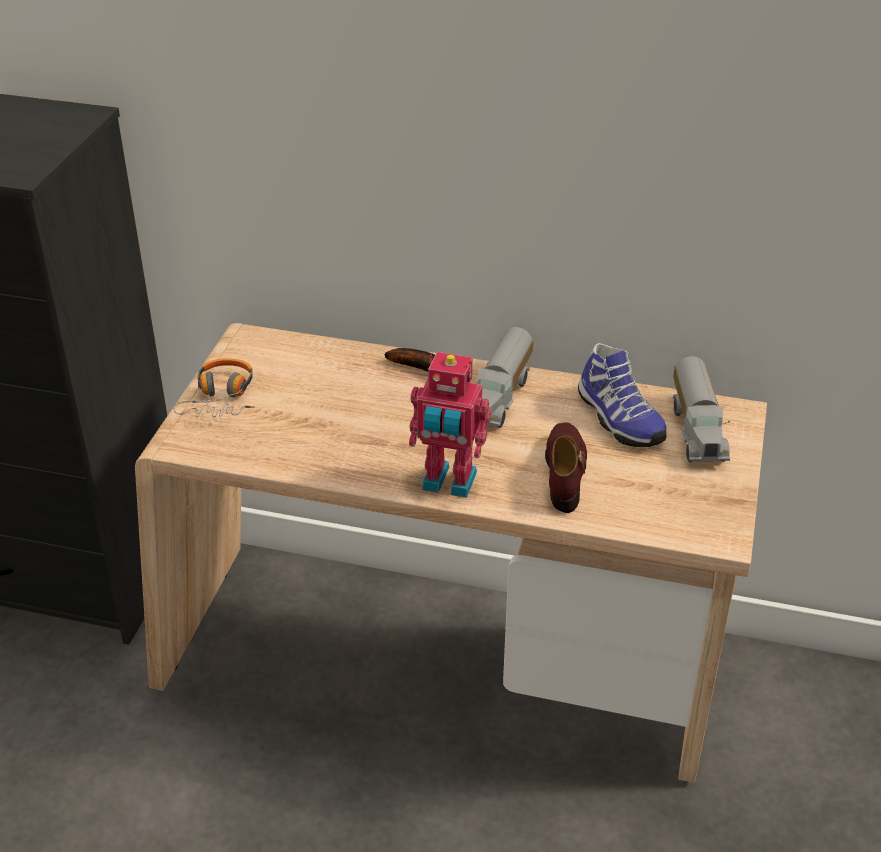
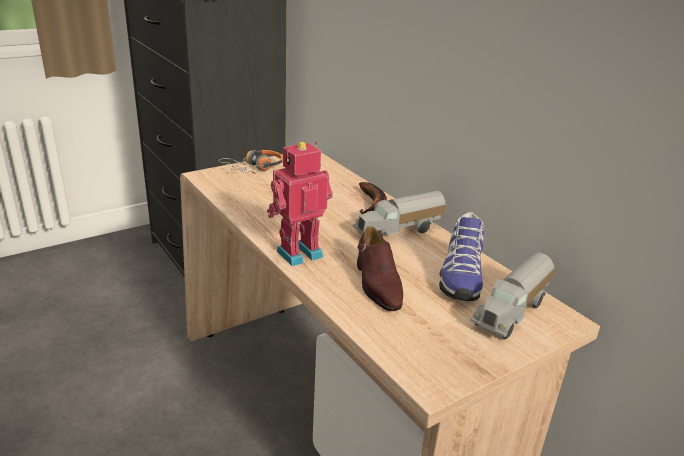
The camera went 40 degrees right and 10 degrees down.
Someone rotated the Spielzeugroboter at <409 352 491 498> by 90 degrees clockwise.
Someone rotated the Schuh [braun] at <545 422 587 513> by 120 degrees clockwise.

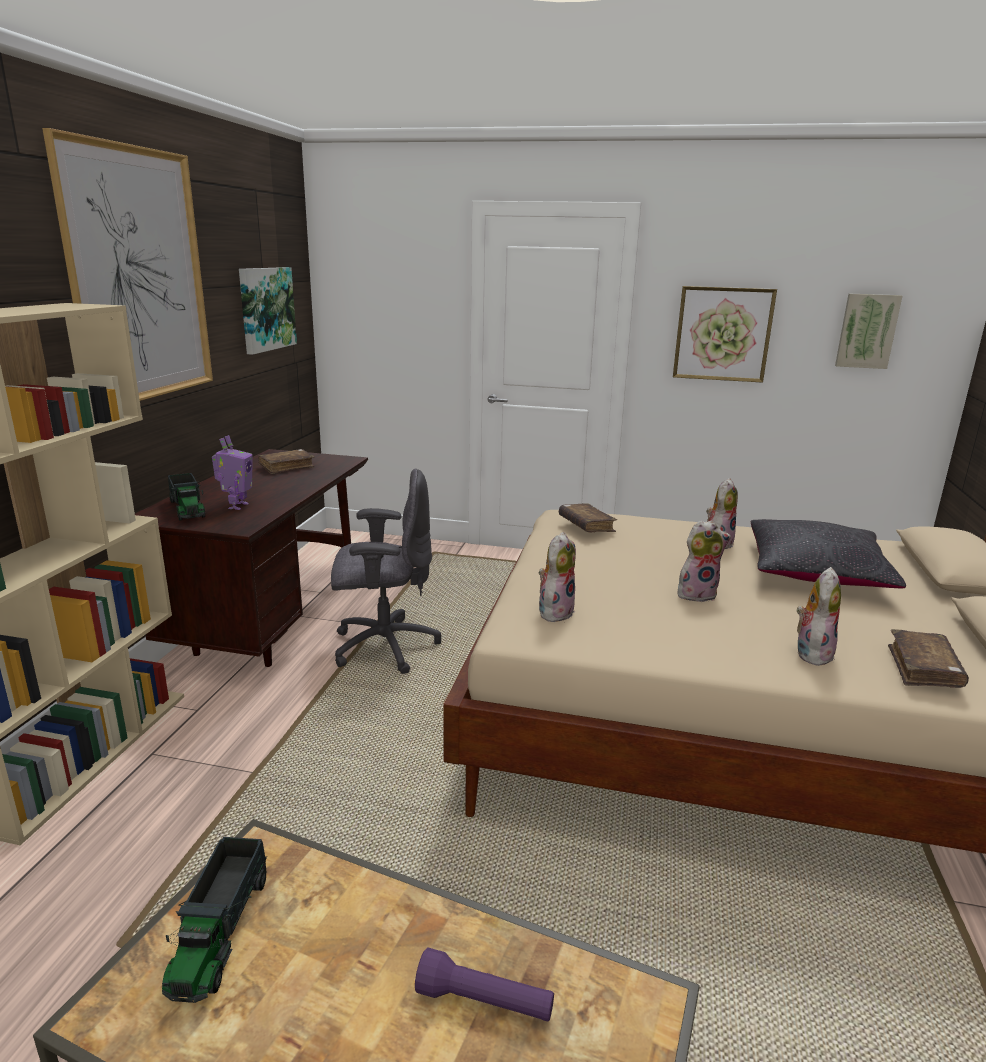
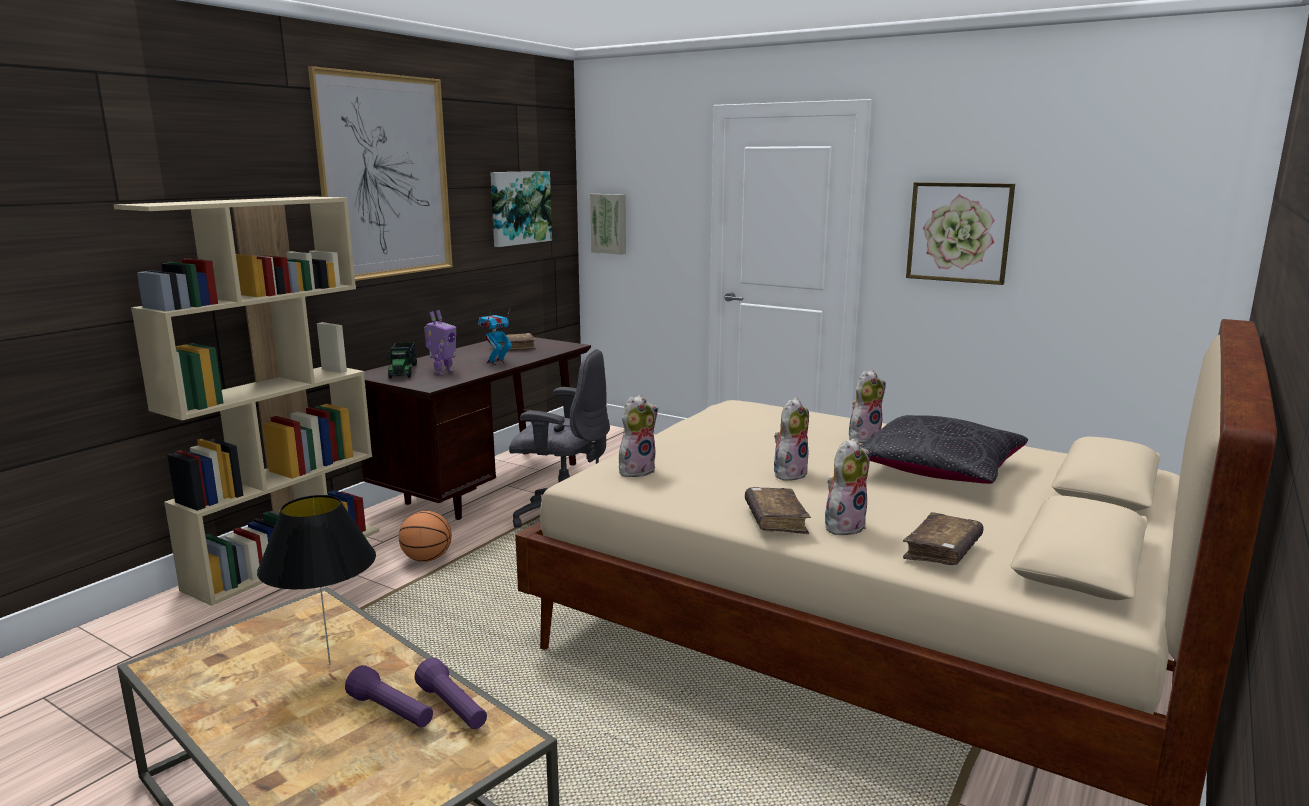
The camera went 20 degrees right and 5 degrees down.
Someone took away the Spielzeuglaster at <162 837 267 1003>.
Someone carried the Buch [braun] from <559 503 617 532> to <745 487 811 534>.
Someone rotated the Plüschtier at <678 520 731 602> by 60 degrees counterclockwise.
Someone carried the Bild from <835 293 902 369> to <590 194 626 255>.
Someone put down the Tischlampe [schwarz] at <257 495 376 665>.
Someone put down the Basketball at <399 511 452 562>.
Someone put down the Taschenlampe [lila] at <414 658 487 729>.
Someone put down the Spielzeugroboter at <478 309 512 365>.

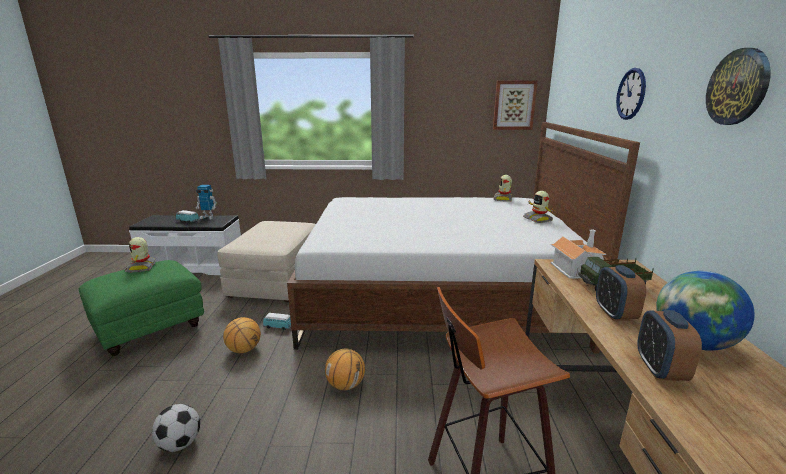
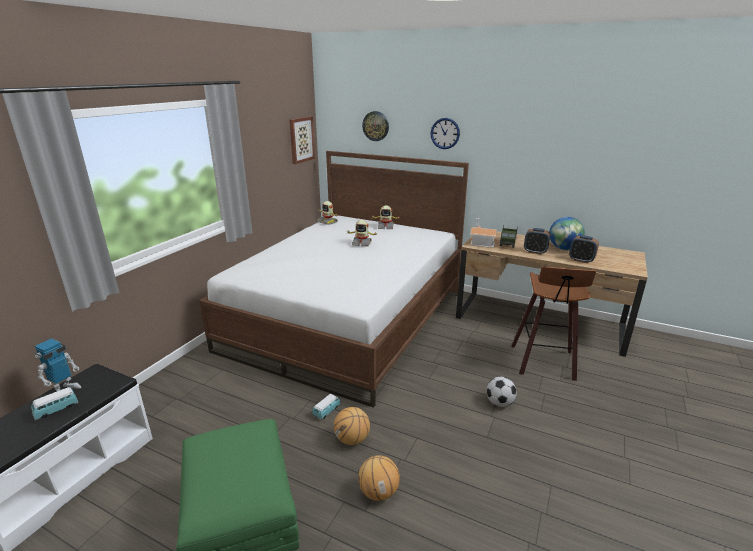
The camera went 65 degrees left and 5 degrees up.
Someone carried the Spielzeugroboter from <125 237 156 273> to <347 220 377 247>.
Someone carried the Fußball from <152 404 200 452> to <486 376 517 407>.
Someone took away the Polsterhocker [beige] at <218 221 316 302>.
Someone carried the Basketball from <325 349 365 390> to <358 455 400 501>.
Someone carried the Wanduhr from <706 48 771 125> to <362 111 389 141>.

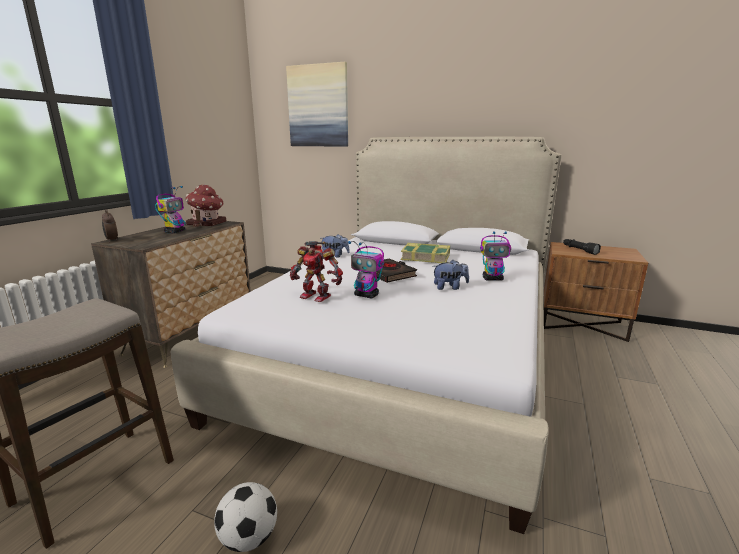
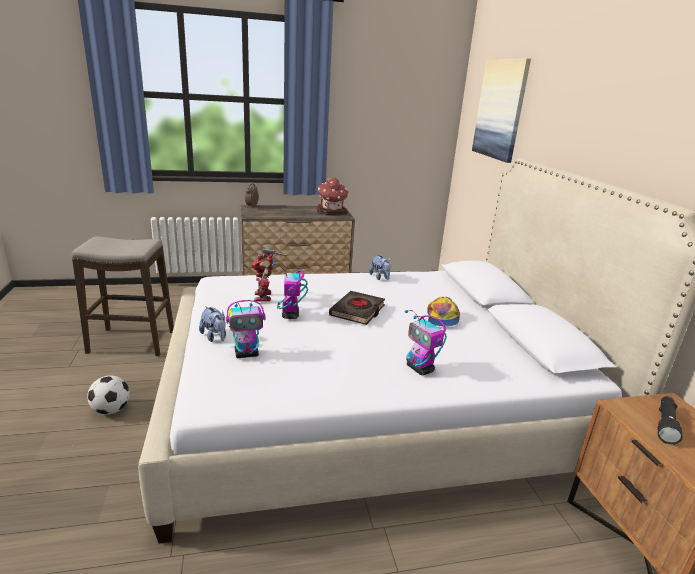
The camera went 55 degrees right and 5 degrees up.
Someone carried the Spielzeugroboter from <155 186 186 233> to <226 300 266 358>.
Someone swapped the Buch at <401 243 450 263> for the Kappe at <427 297 460 326>.
Someone carried the Plüschtier from <433 260 469 290> to <199 306 226 342>.

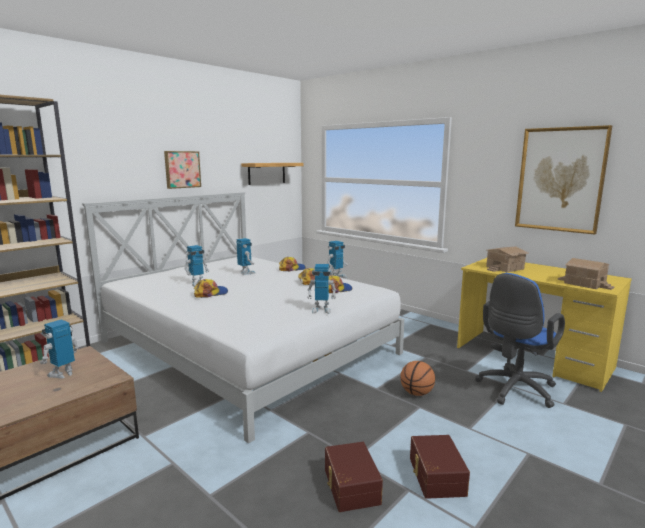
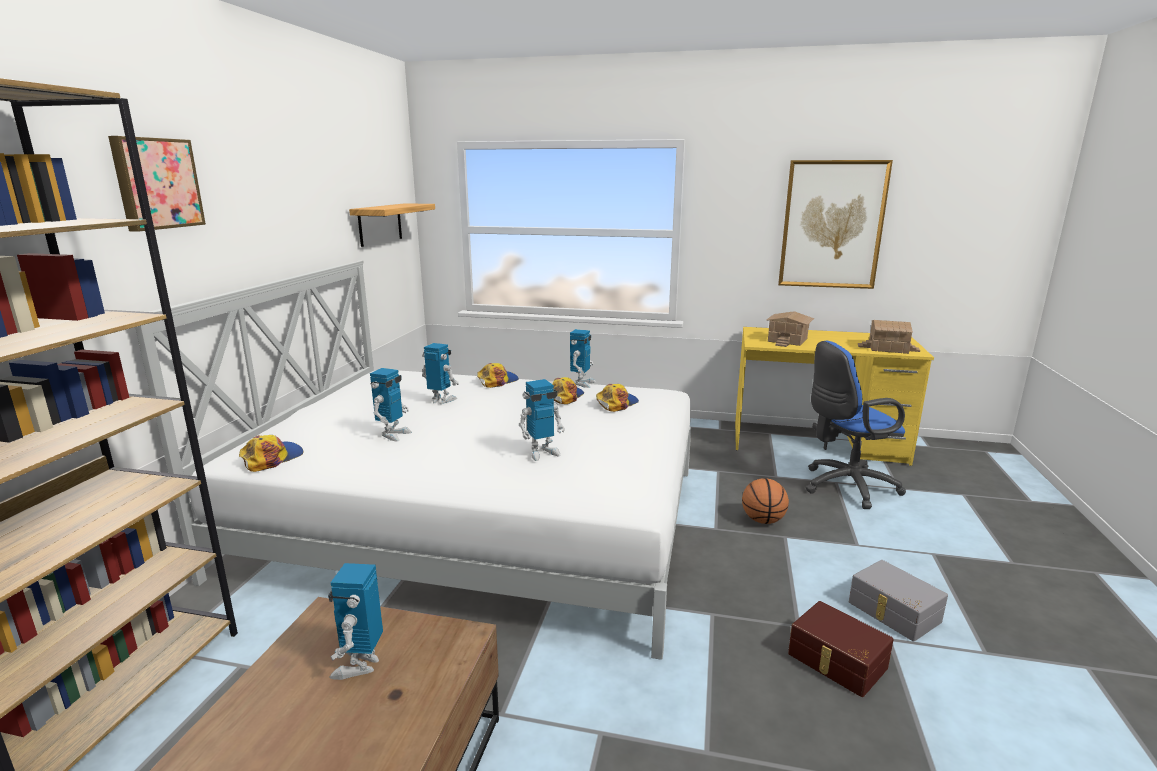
The camera went 30 degrees left and 5 degrees up.
Someone carried the Bild from <164 151 201 189> to <108 136 206 232>.
Someone carried the Kappe from <194 279 228 298> to <239 435 304 472>.
Someone carried the Spielzeugroboter from <307 264 336 314> to <519 379 565 461>.
Someone repainted the Aufbewahrungsbox [braun] at <410 435 470 499>, which became the Aufbewahrungsbox [grau] at <849 560 948 641>.
Someone rotated the Bürostuhl [blau] at <475 273 565 408> by 60 degrees clockwise.

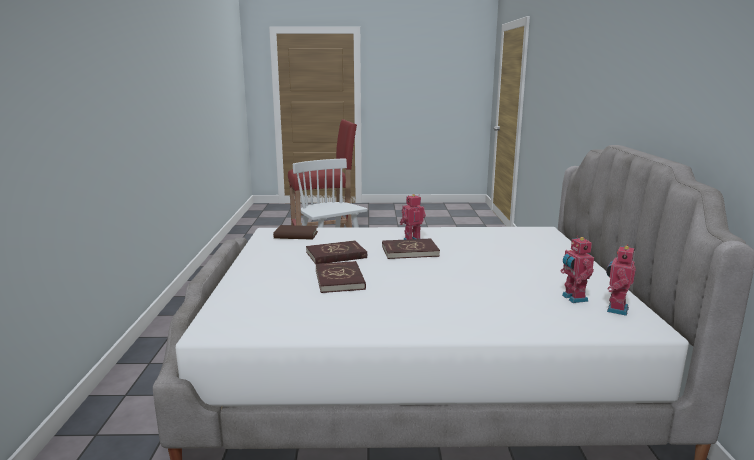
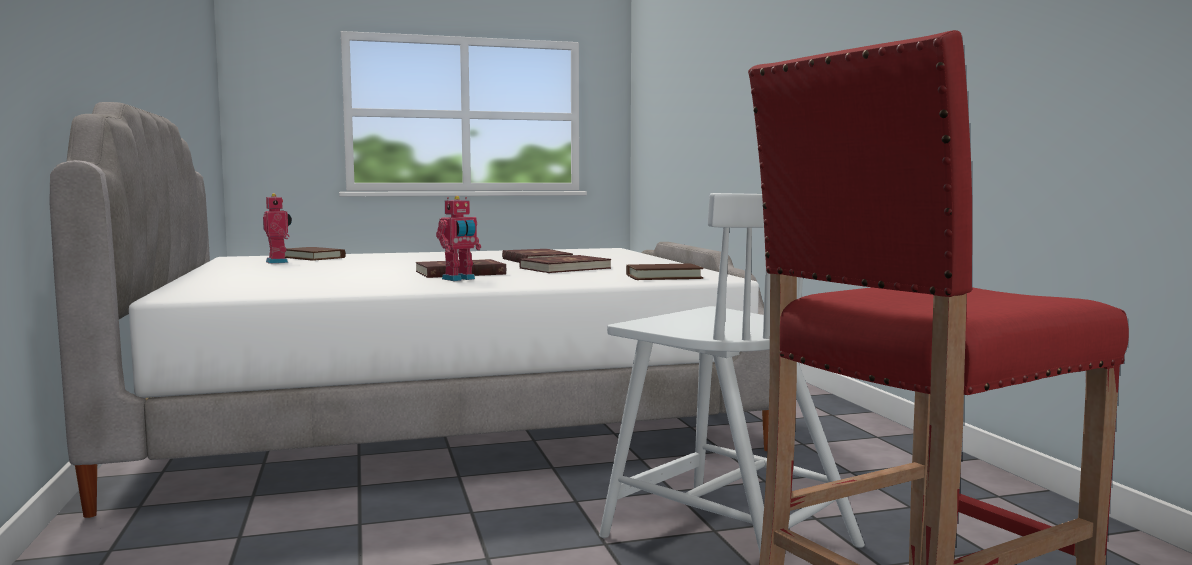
The camera went 165 degrees right and 10 degrees down.
Someone took away the Spielzeugroboter at <606 244 636 316>.
Someone put down the Buch [braun] at <285 247 346 261>.

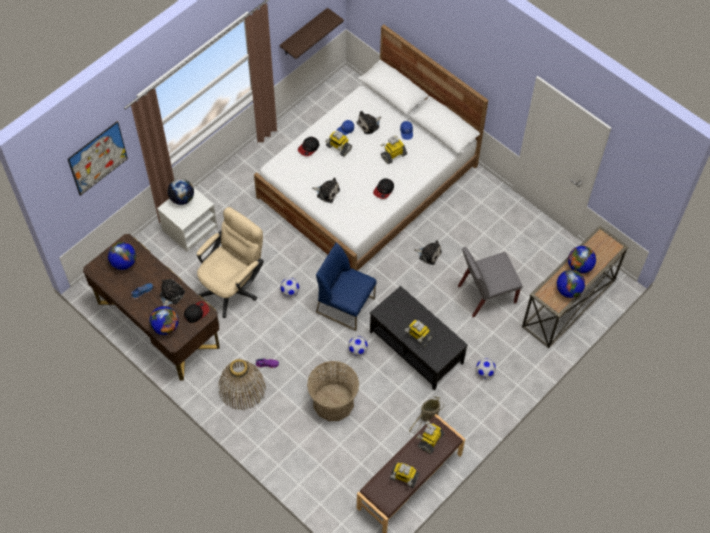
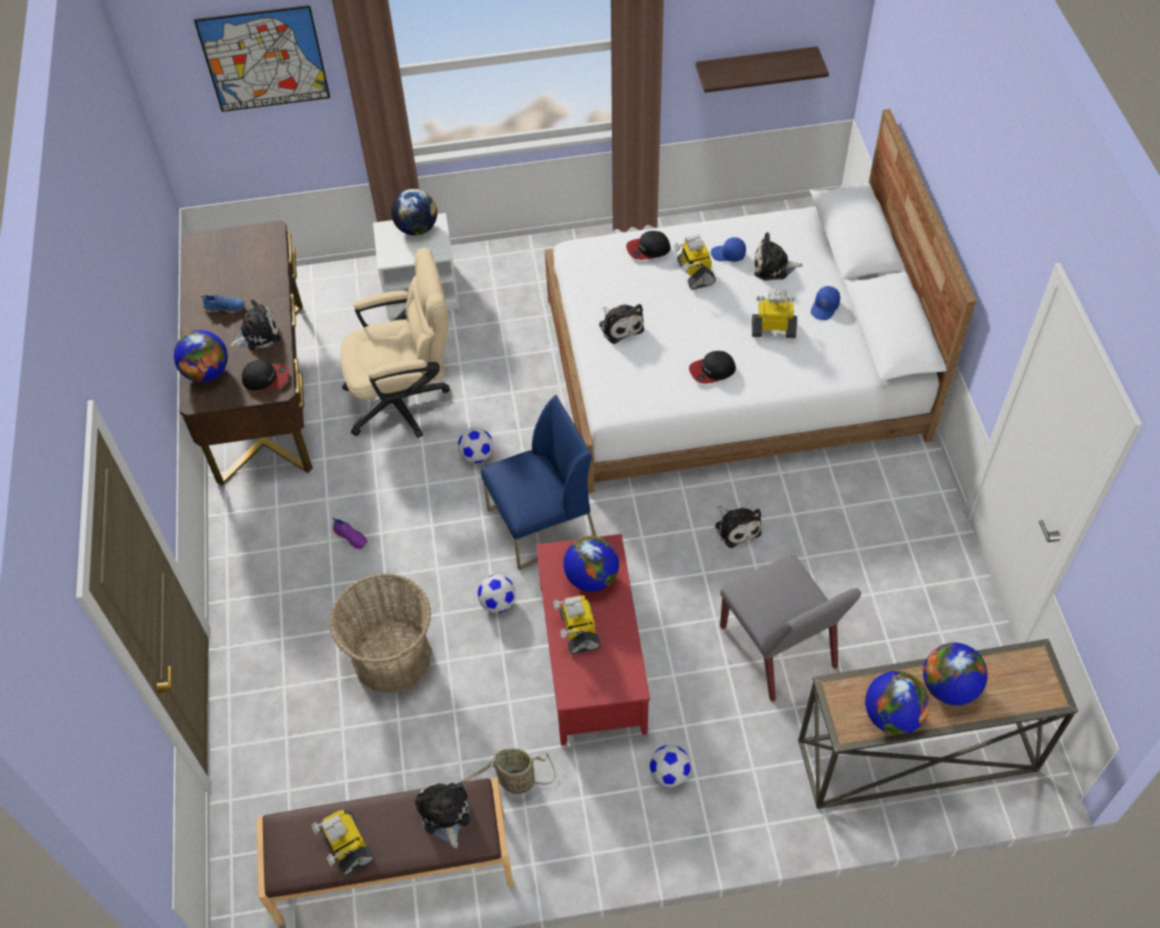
The camera went 40 degrees right and 5 degrees down.
Someone carried the Globus from <108 242 136 270> to <563 536 619 592>.
Someone took away the Korb at <218 359 266 410>.
Someone rotated the Stuhl [blau] at <316 242 376 331> by 90 degrees clockwise.
Someone repainted the Couchtisch [schwarz] at <370 286 468 390>, which became the Couchtisch [rot] at <536 534 650 746>.
Someone swapped the Spielzeugroboter at <417 420 444 454> for the Plüschtier at <414 783 470 849>.
Someone rotated the Stuhl [grau] at <458 247 523 317> by 135 degrees counterclockwise.

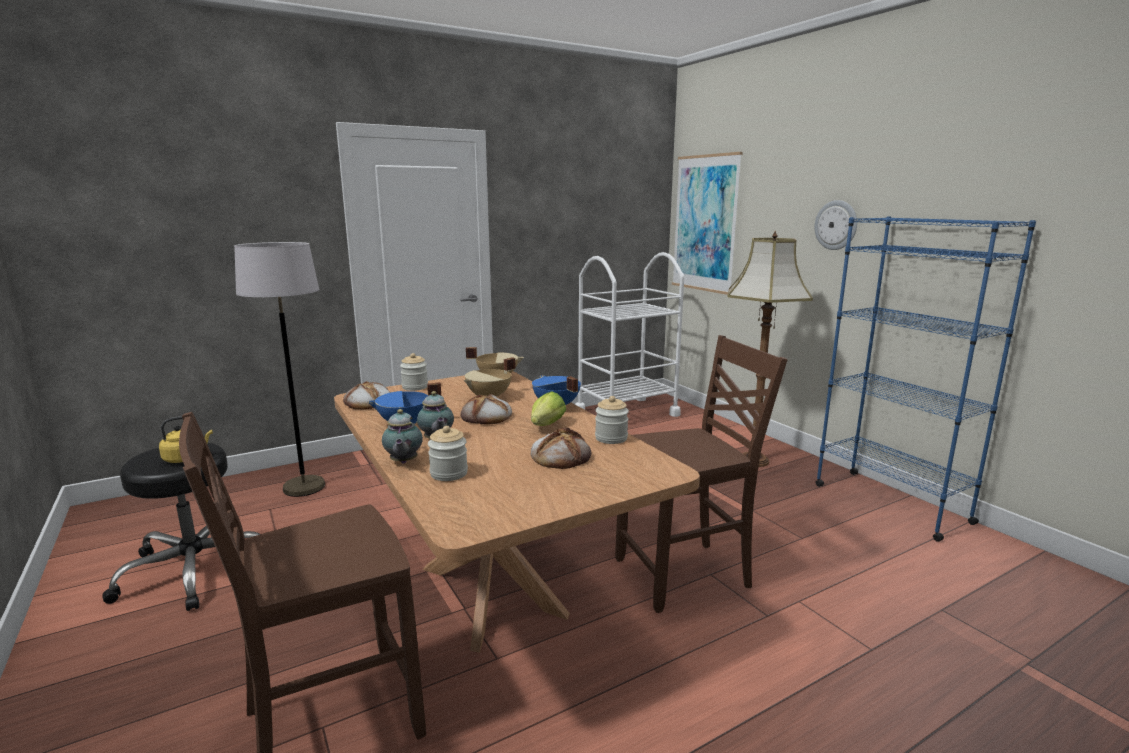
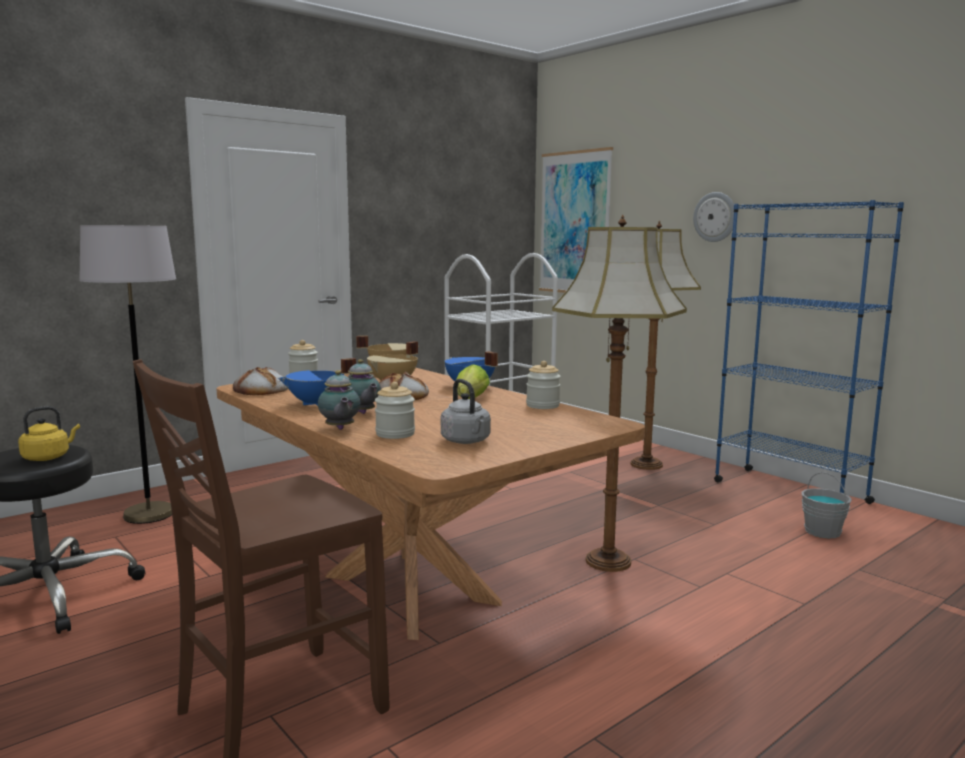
The camera went 10 degrees left and 5 degrees down.
Someone took away the Brot at <531 428 591 469>.
Someone swapped the Stuhl [braun] at <615 335 787 613> for the Stehlampe at <552 215 687 572>.
Someone put down the Wasserkessel [grau] at <441 379 491 444>.
Someone put down the Eimer [grau] at <801 472 852 538>.

